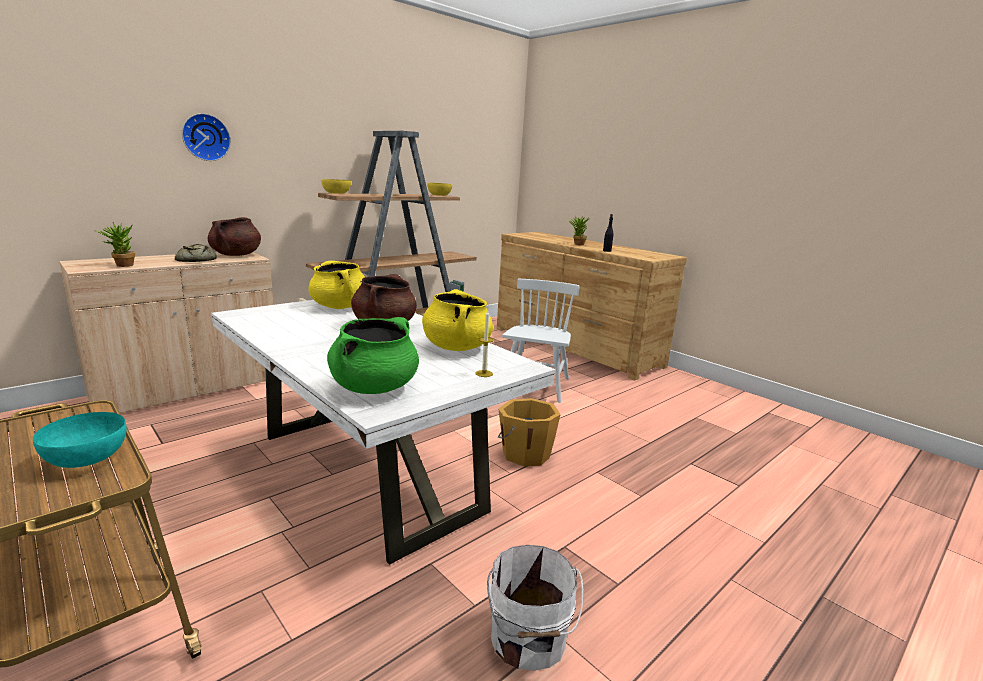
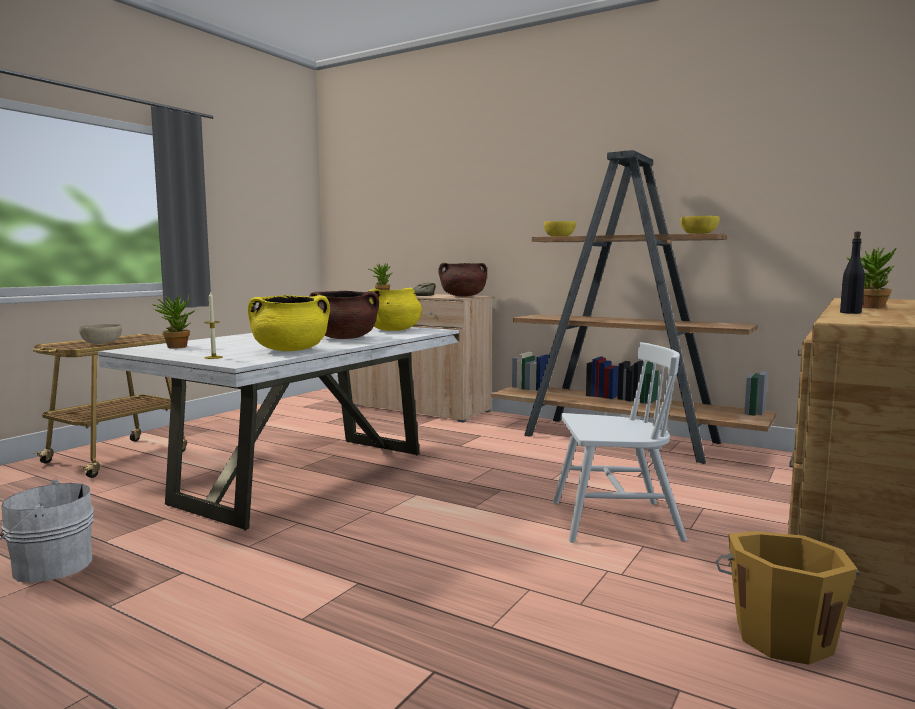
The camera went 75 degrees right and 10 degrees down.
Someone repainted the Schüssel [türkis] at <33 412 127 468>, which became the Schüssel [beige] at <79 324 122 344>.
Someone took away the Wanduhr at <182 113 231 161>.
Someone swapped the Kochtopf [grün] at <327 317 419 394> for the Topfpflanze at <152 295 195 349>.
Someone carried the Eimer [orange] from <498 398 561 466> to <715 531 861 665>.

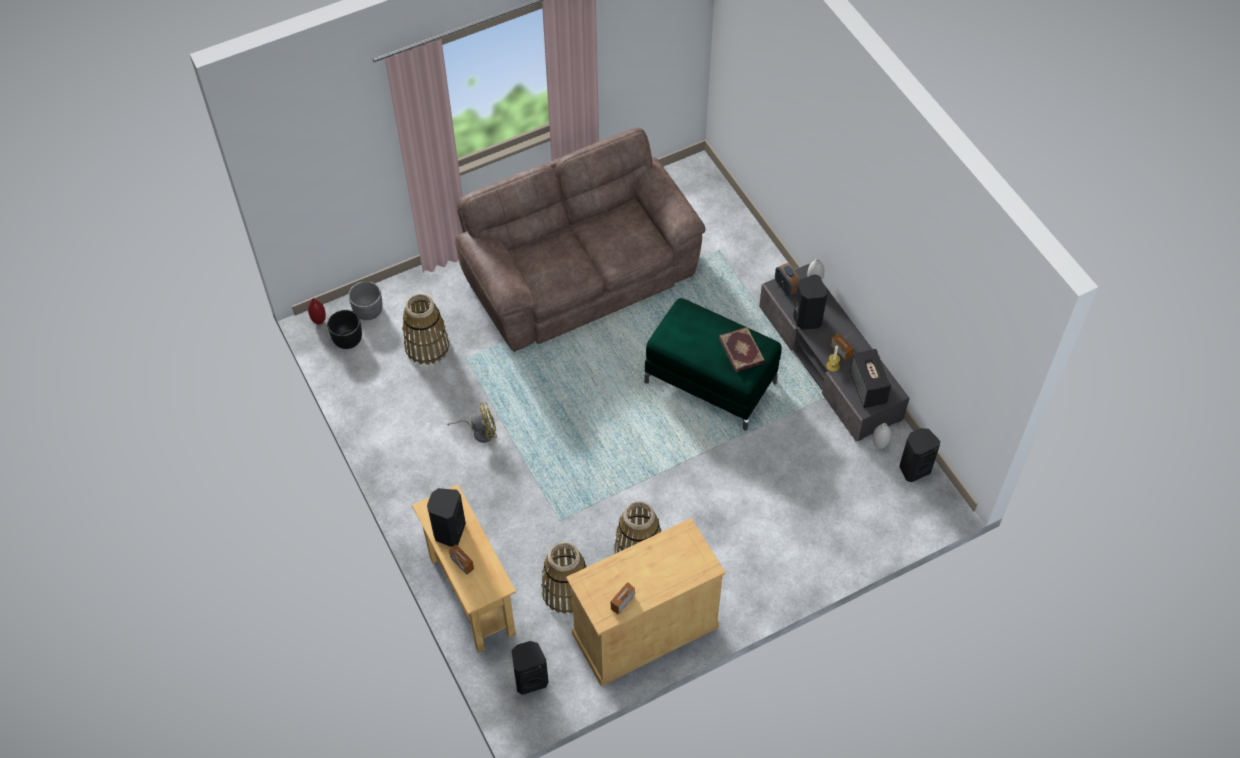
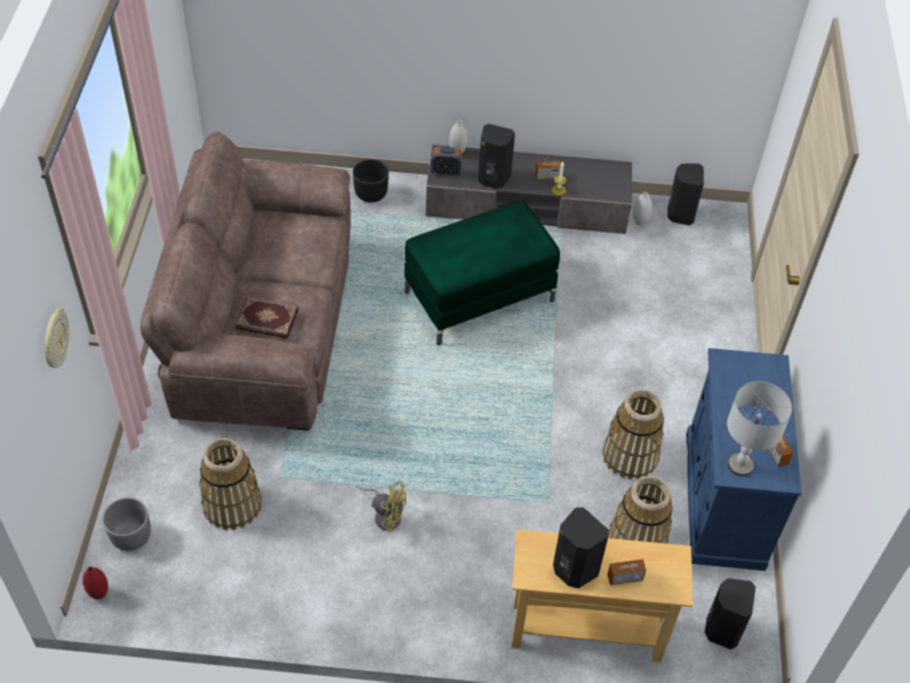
The camera went 60 degrees left and 5 degrees down.
Someone carried the Pflanzkübel [schwarz] from <327 310 362 349> to <353 159 389 203>.
Someone rotated the Ventilator [gelb] at <447 402 497 443> by 90 degrees clockwise.
Someone repainted the Schrank [beige] at <566 518 726 686>, which became the Schrank [blau] at <686 348 802 571>.
Someone carried the Buch from <719 327 765 372> to <235 297 298 339>.
Someone took away the Lautsprecher at <850 349 891 408>.
Someone put up the Wanduhr at <44 308 69 368>.
Someone put down the Tischlampe [grau] at <727 381 792 476>.

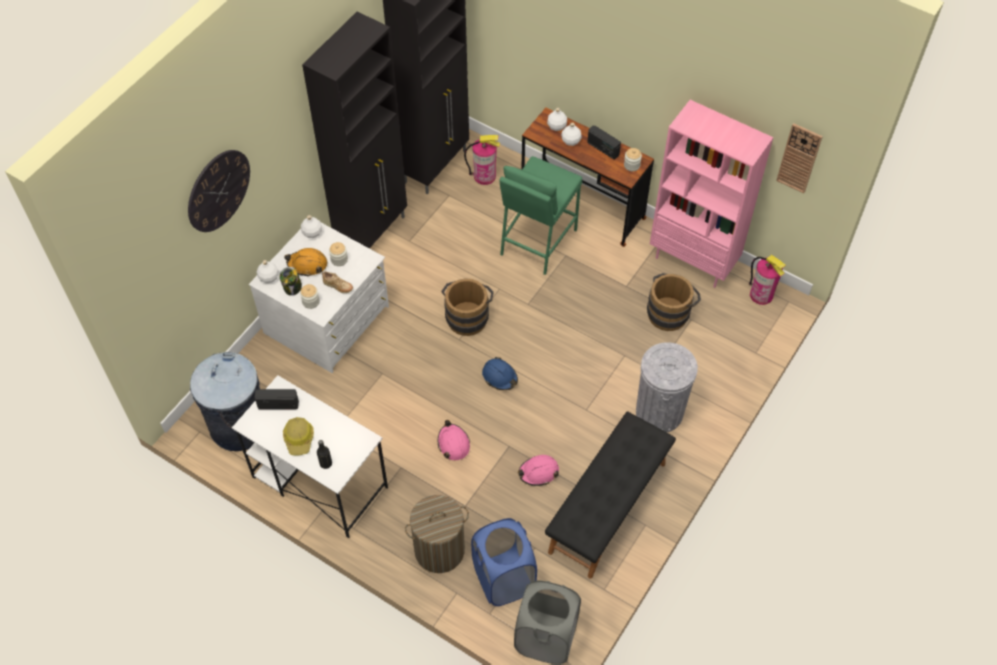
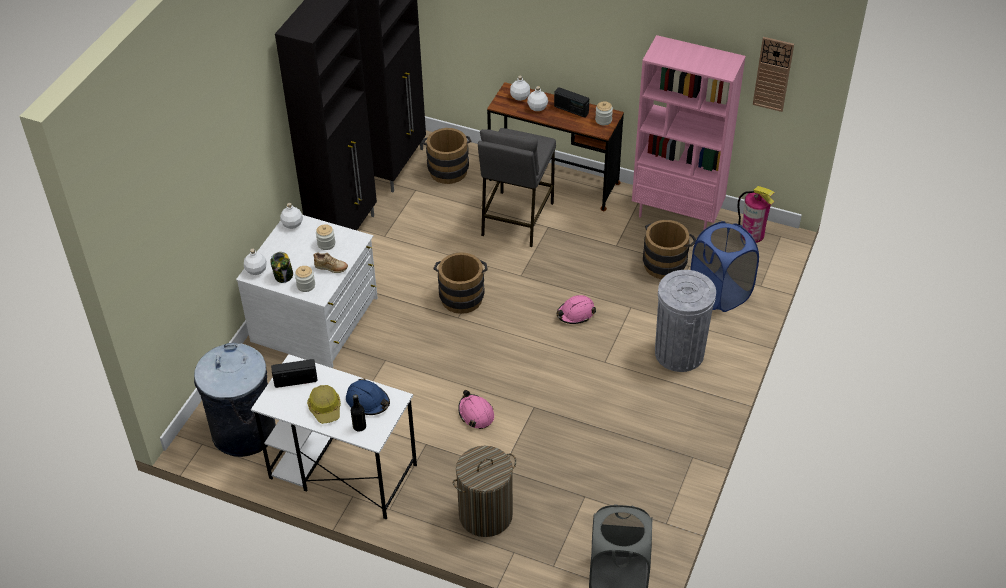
The camera went 10 degrees left and 10 degrees down.
Someone took away the Wanduhr at <188 150 250 232>.
Someone took away the Schutzhelm [orange] at <284 248 327 277>.
Someone swapped the Feuerlöscher at <464 135 500 185> for the Eimer [braun] at <422 128 471 184>.
Someone carried the Wäschekorb [blau] from <471 518 537 606> to <690 221 759 312>.
Someone carried the Schutzhelm [blau] from <482 357 518 390> to <346 378 390 415>.
Someone repainted the Hocker [grün] at <499 156 582 275>, which became the Hocker [grau] at <478 128 556 247>.
Someone carried the Schutzhelm [rosa] from <518 455 559 486> to <557 295 596 324>.
Someone took away the Bank [schwarz] at <545 412 676 578>.

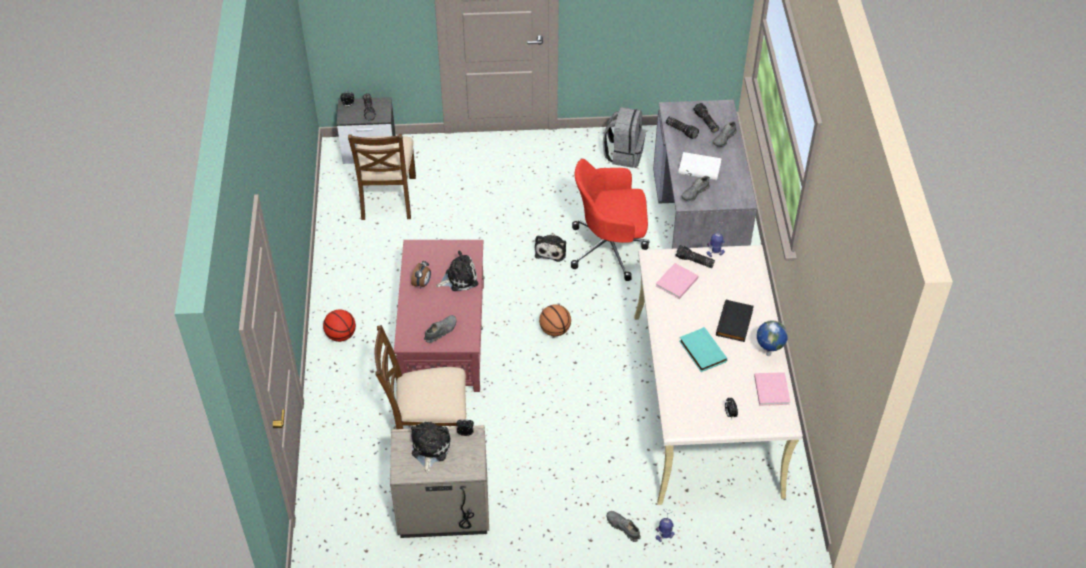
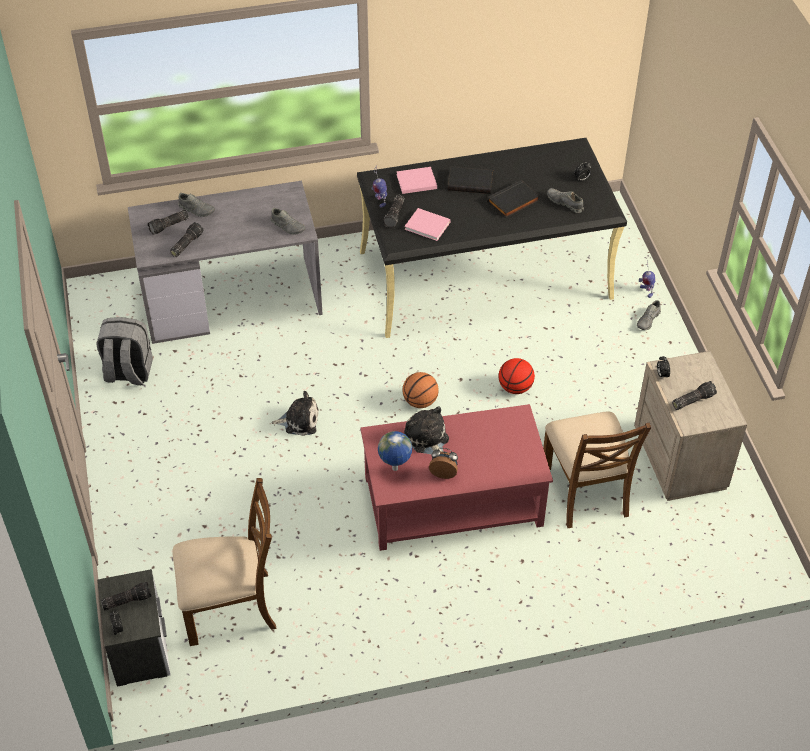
The camera went 100 degrees left and 0 degrees up.
Someone carried the Basketball from <323 309 356 342> to <498 358 535 394>.
Someone swapped the Plüschtier at <411 422 450 473> for the Taschenlampe at <672 381 717 410>.
Someone carried the Schuh [grau] from <424 315 457 343> to <547 188 584 213>.
Someone took away the Bürostuhl [rot] at <571 159 649 281>.
Someone repainted the Schreibtisch [beige] at <634 245 803 505>, which became the Schreibtisch [schwarz] at <357 138 627 338>.
Someone took away the Buch [weiß] at <678 152 722 180>.
Someone repainted the Buch [türkis] at <679 327 727 372>, which became the Buch [schwarz] at <487 180 540 218>.
Someone carried the Buch [rosa] from <754 372 790 406> to <396 167 437 194>.
Someone carried the Globus from <757 320 788 356> to <378 431 412 471>.

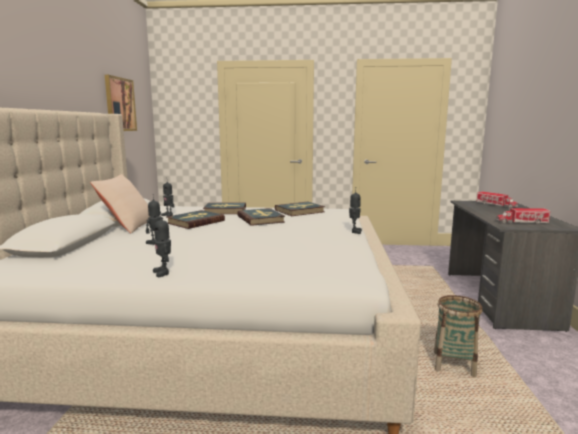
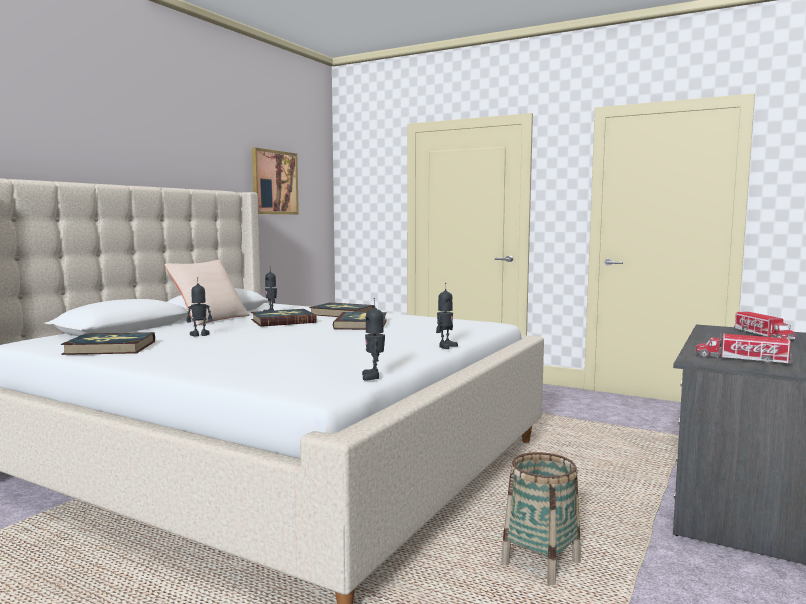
The camera went 25 degrees right and 5 degrees down.
Someone carried the Spielzeugroboter from <153 212 171 277> to <362 298 385 381>.
Someone carried the Buch from <275 202 325 216> to <61 332 155 355>.

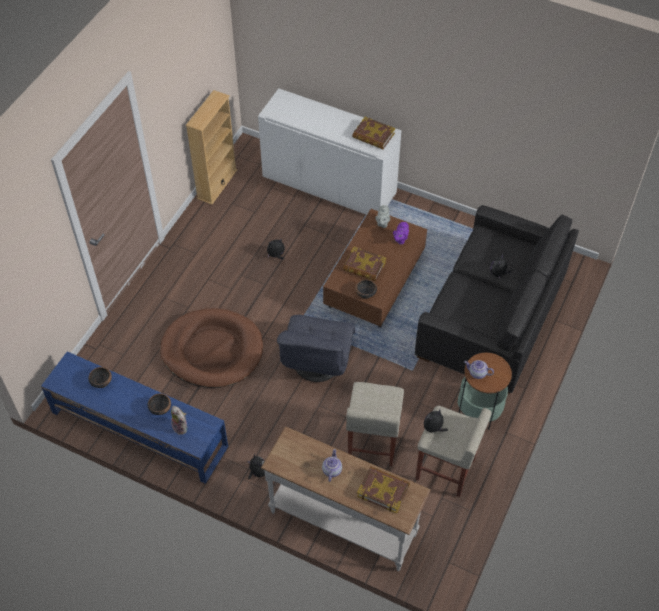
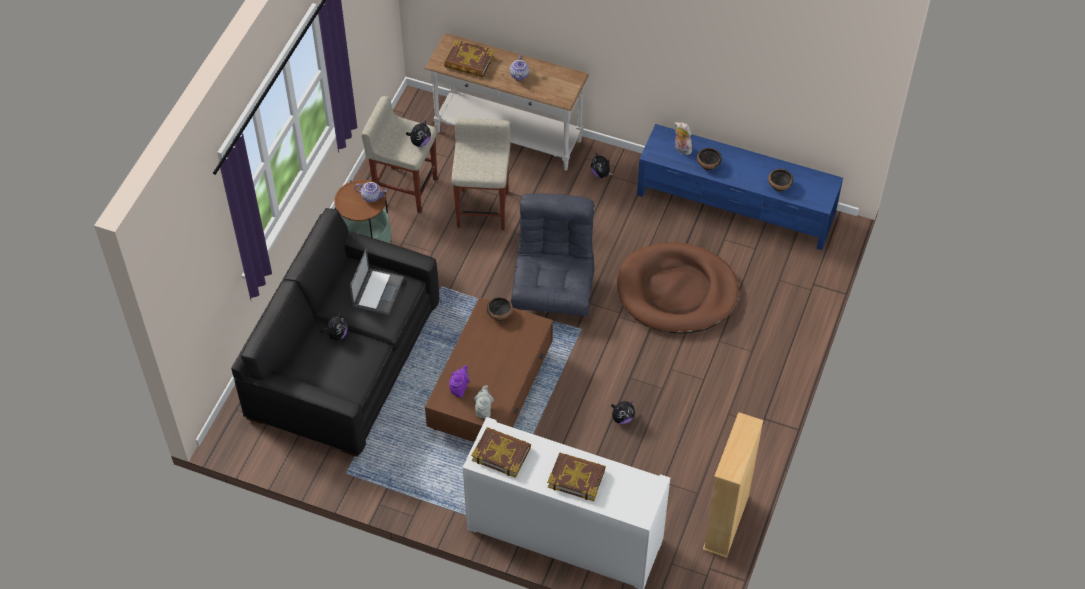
The camera went 175 degrees right and 0 degrees up.
Someone carried the Buch from <343 247 386 281> to <547 453 606 501>.
Someone put down the Laptop at <350 248 404 315>.

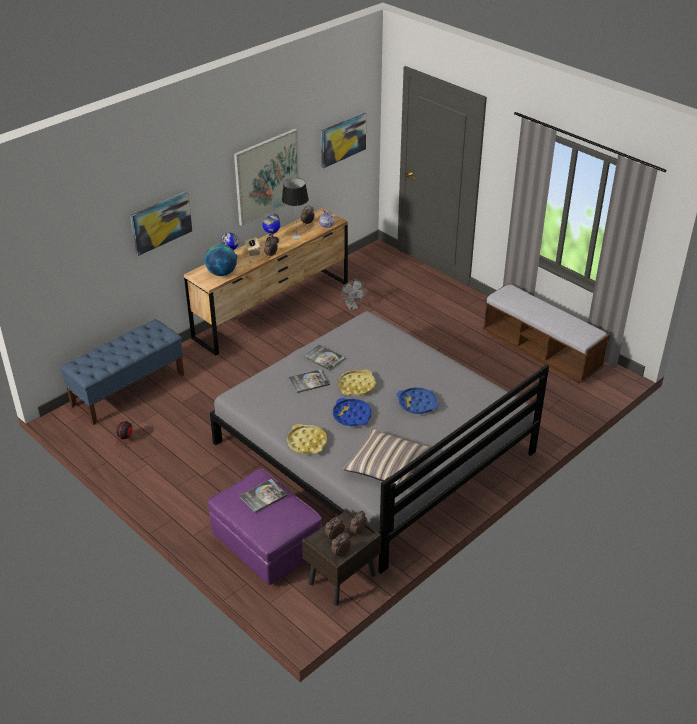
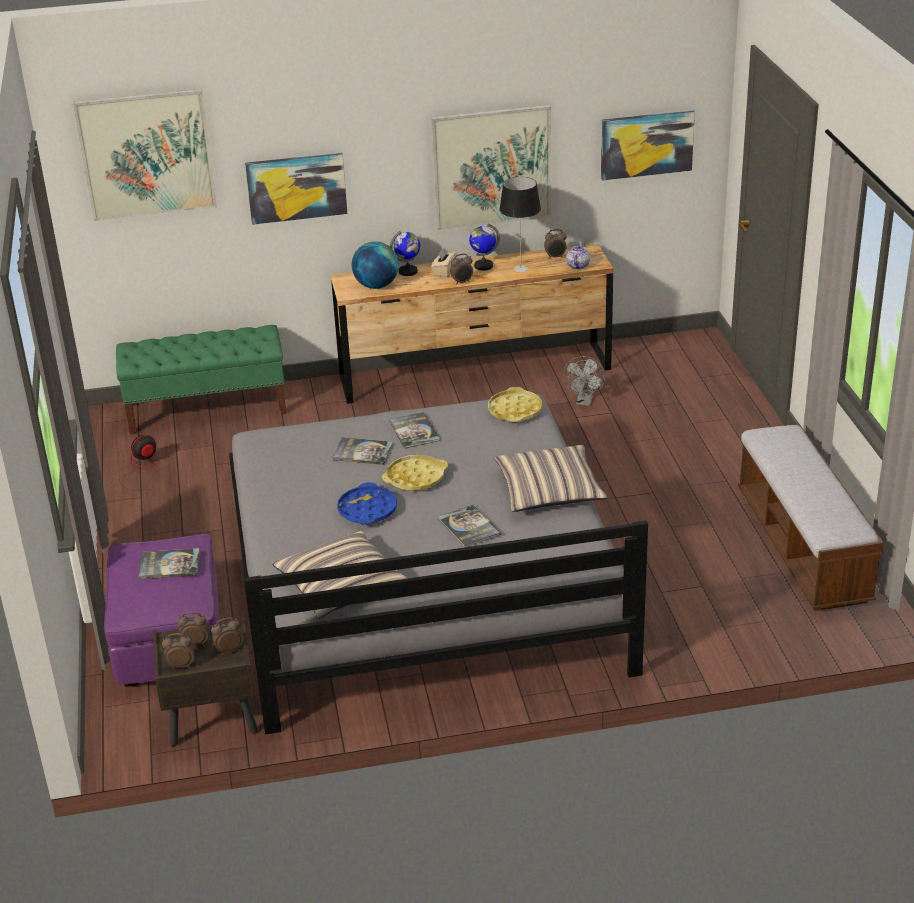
The camera went 35 degrees right and 5 degrees down.
Someone repainted the Bank [blau] at <60 319 184 425>, which became the Bank [grün] at <116 325 286 434>.
Someone carried the Tablett [gelb] from <287 424 327 454> to <488 387 542 422>.
Someone swapped the Tablett [blau] at <396 387 439 414> for the Buch at <438 505 501 547>.
Someone put up the Bild at <73 89 217 221>.
Someone put down the Kissen at <494 445 607 512>.

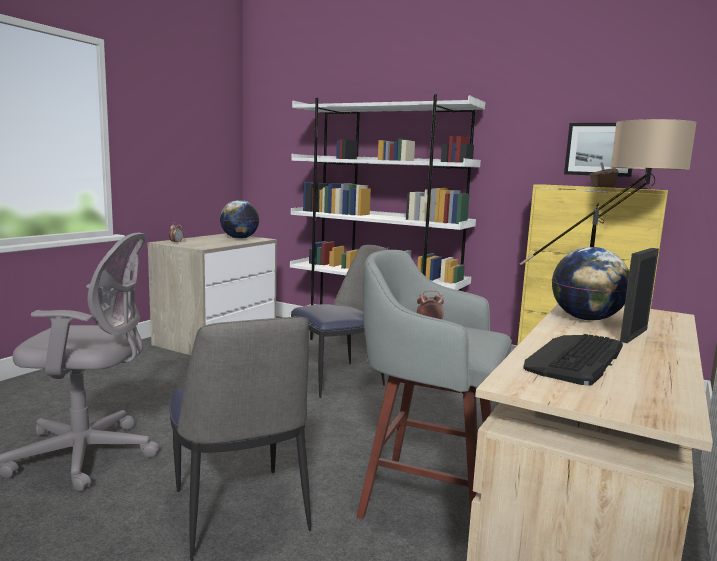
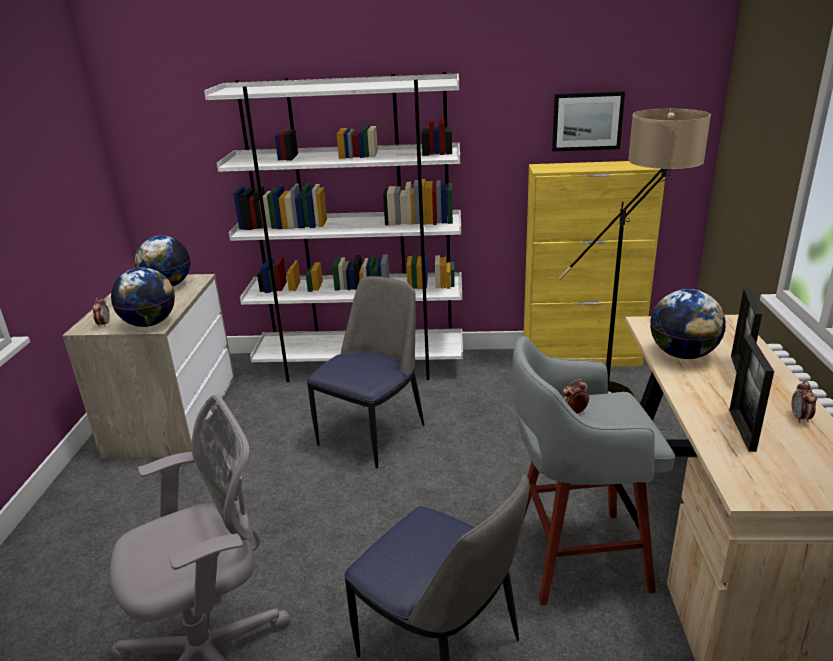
The camera went 25 degrees left and 15 degrees up.
Someone swapped the Tastatur at <524 334 623 386> for the Bilderrahmen at <729 335 774 452>.
Someone took away the Taschentuchbox [braun] at <590 162 618 188>.
Someone put down the Globus at <111 268 175 327>.
Someone put down the Wecker at <792 381 817 423>.

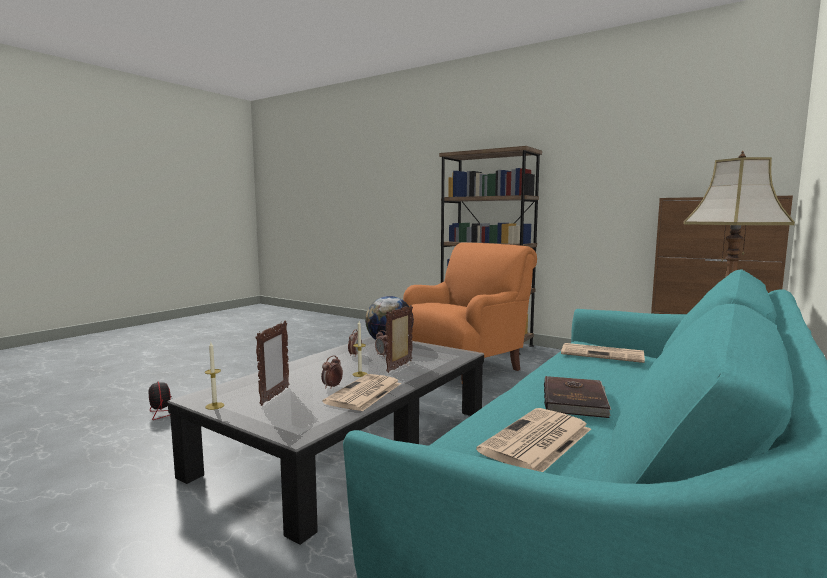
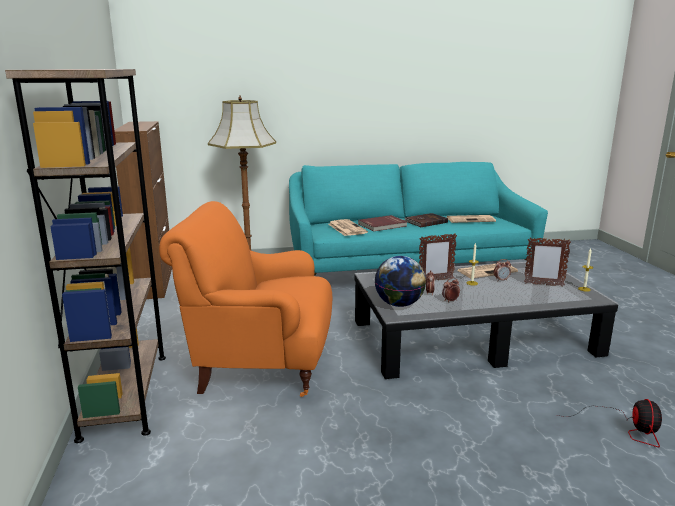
The camera went 135 degrees left and 10 degrees up.
Someone rotated the Bilderrahmen at <255 321 289 406> by 135 degrees counterclockwise.
Someone put down the Buch [rot] at <358 215 407 232>.

